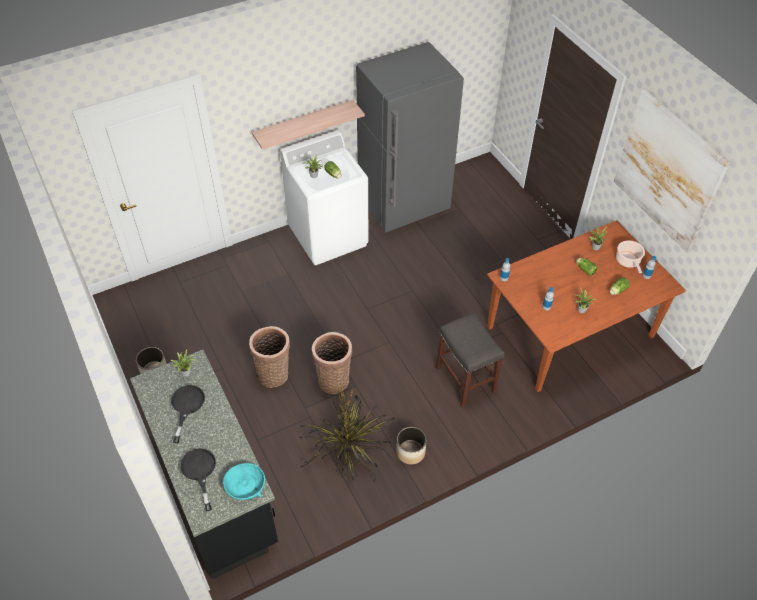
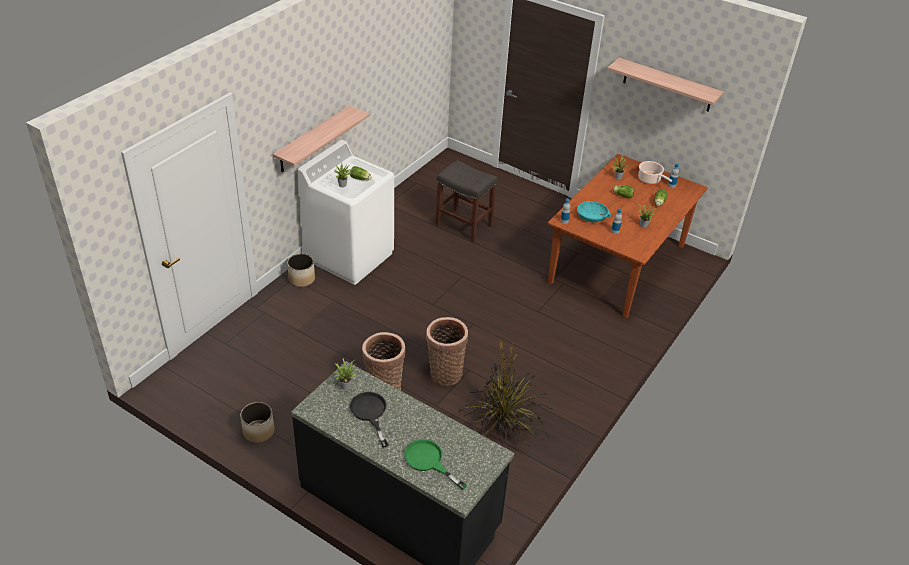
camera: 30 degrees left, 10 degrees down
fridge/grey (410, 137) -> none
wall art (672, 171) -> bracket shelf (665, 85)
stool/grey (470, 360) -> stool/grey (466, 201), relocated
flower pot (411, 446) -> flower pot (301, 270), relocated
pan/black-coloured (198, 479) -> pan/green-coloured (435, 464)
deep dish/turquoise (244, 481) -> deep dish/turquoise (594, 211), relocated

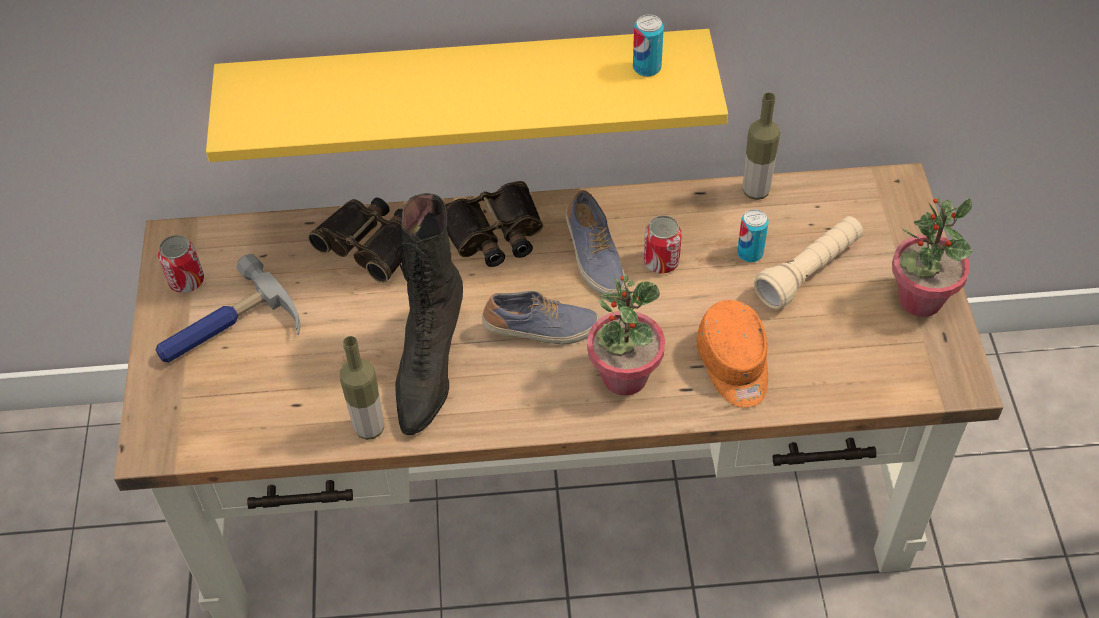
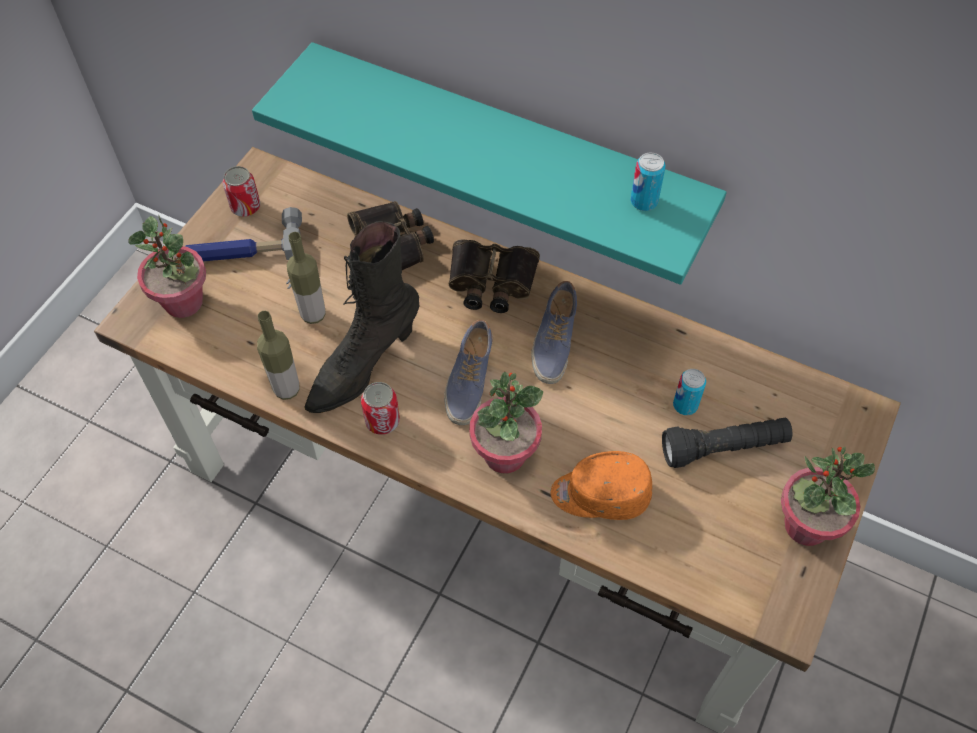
camera: 30 degrees right, 5 degrees up
bracket shelf/yellowish (467, 95) -> bracket shelf/turquoise (489, 163)
beverage bottle (761, 146) -> beverage bottle (306, 278), relocated
metal can (663, 244) -> metal can (380, 408), relocated
flashlight/sand-coloured (808, 262) -> flashlight/black-coloured (727, 442)
shoe (541, 318) -> shoe (468, 372), 75 degrees clockwise
peaked cap/orange (732, 354) -> peaked cap/orange (601, 485), 75 degrees clockwise
none -> houseplant (167, 267)

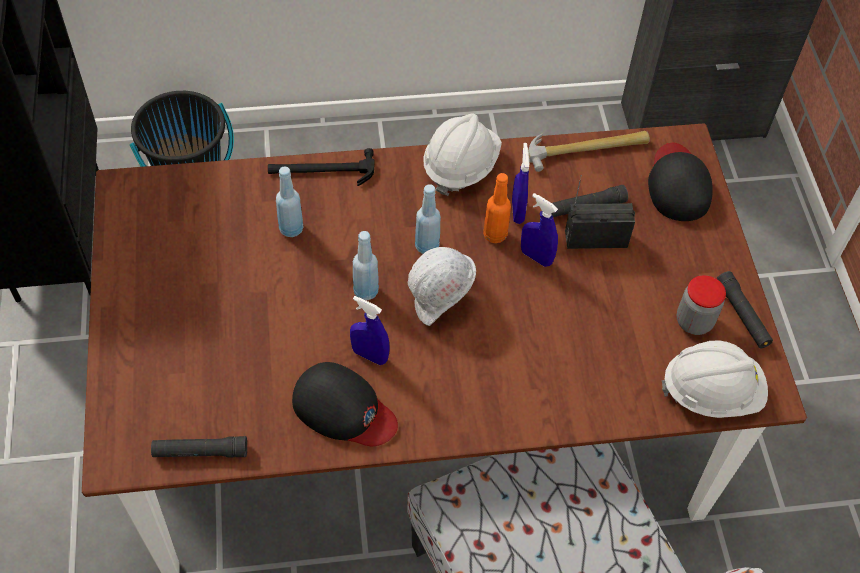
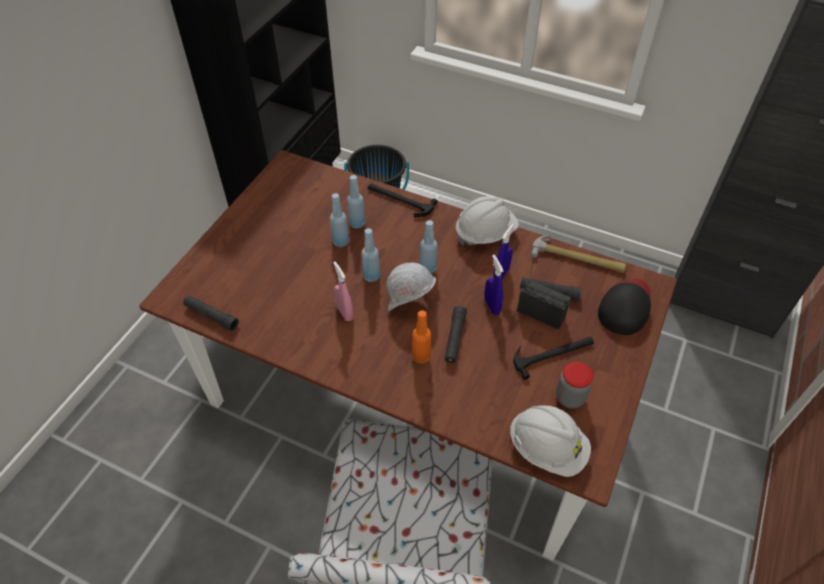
camera: 35 degrees right, 5 degrees down
beverage bottle/orange (497, 208) -> beverage bottle/orange (421, 337), relocated
flashlight/black-coloured (744, 309) -> flashlight/black-coloured (456, 334), relocated
spray bottle/blue-coloured (370, 330) -> spray bottle/pinkish (343, 291)
peaked cap/black-coloured (345, 404) -> none
none -> beverage bottle/blue-coloured (339, 220)
none -> hammer (553, 358)

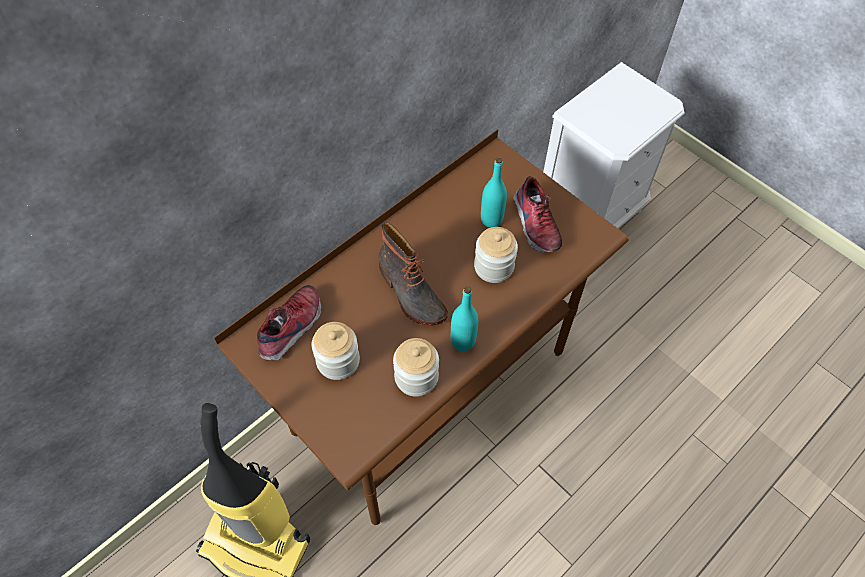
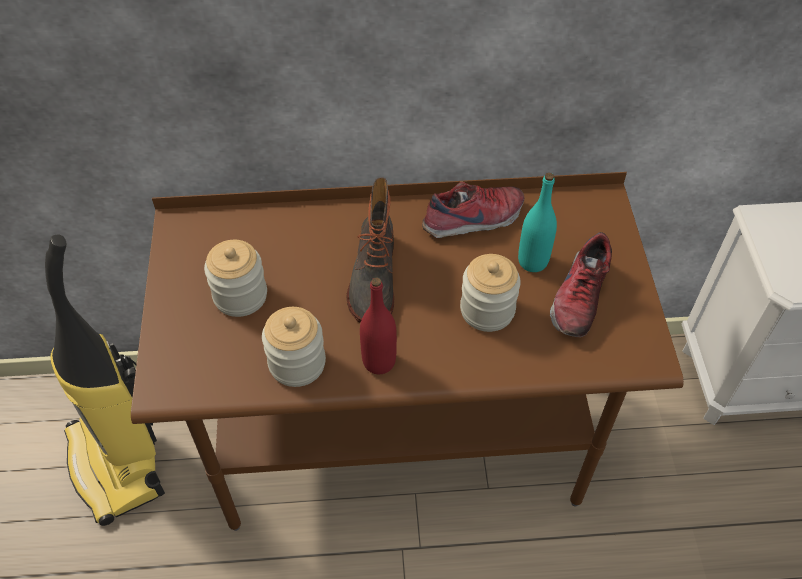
camera: 40 degrees right, 5 degrees down
shoe (289, 323) -> shoe (473, 210), relocated
beverage bottle/turquoise (464, 319) -> beverage bottle/red (378, 326)

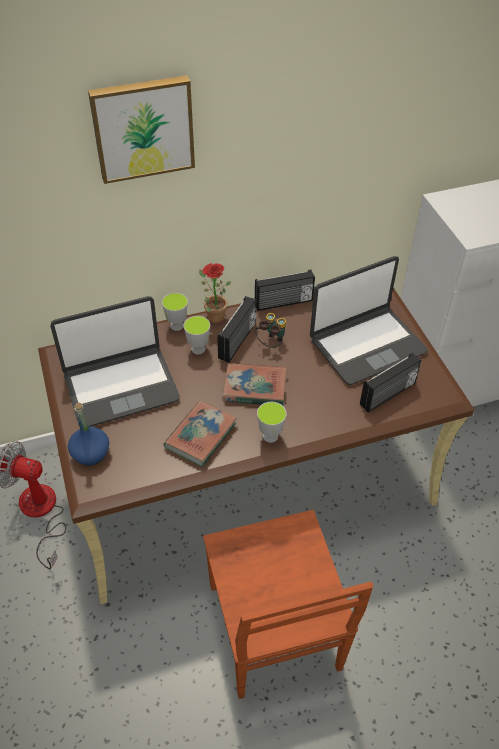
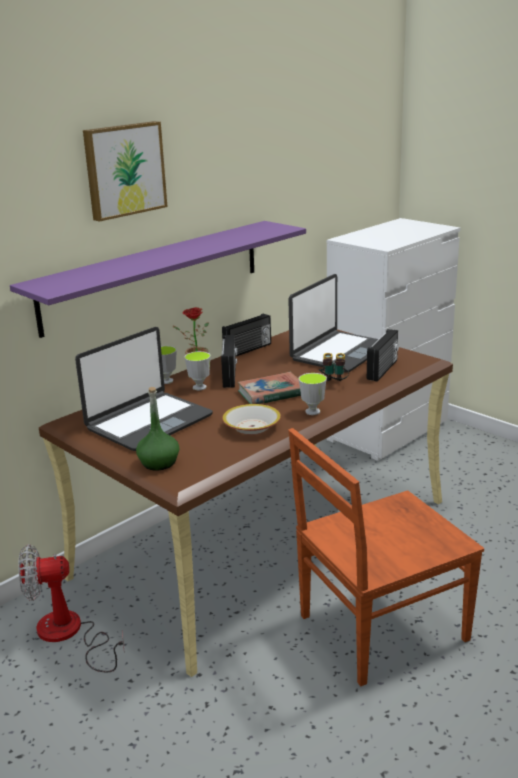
camera: 25 degrees left, 25 degrees down
field glasses (270, 330) -> field glasses (334, 367), relocated
volume (200, 433) -> deep dish (251, 419)
beverage bottle/blue-coloured (88, 434) -> beverage bottle/green-coloured (157, 428)
upright chair/brown-coloured (288, 604) -> upright chair/brown-coloured (386, 557), 105 degrees clockwise
none -> bracket shelf/purple-coloured (158, 279)

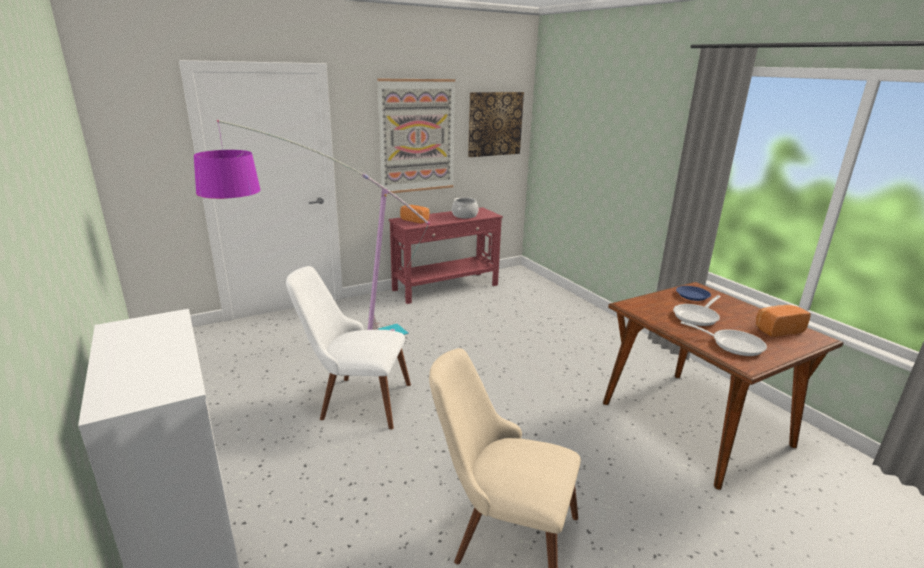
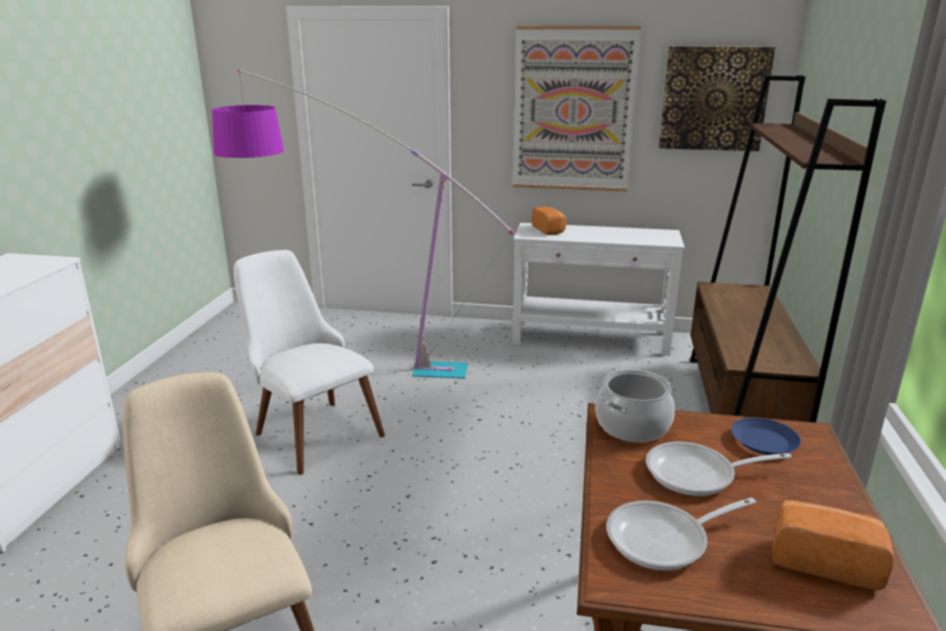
camera: 40 degrees right, 0 degrees up
cooking pot (465, 207) -> cooking pot (635, 406), relocated
narrow table/red (446, 255) -> narrow table/white (598, 289)
pan (724, 338) -> pan (681, 534), 90 degrees clockwise
none -> shelving unit/brown-coloured (788, 249)

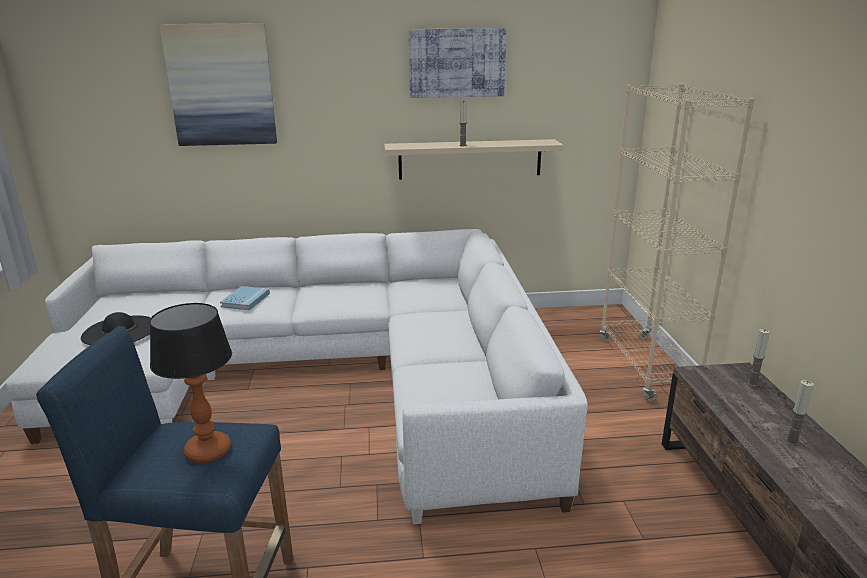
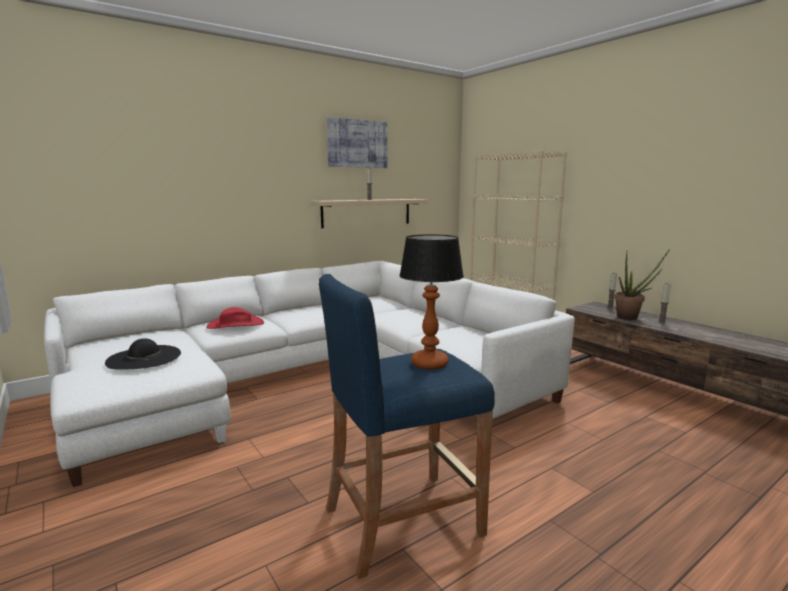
camera: 30 degrees left, 10 degrees down
wall art (218, 84) -> none
volume/blue-coloured (245, 298) -> wearable hat/red (235, 318)
none -> houseplant (642, 284)

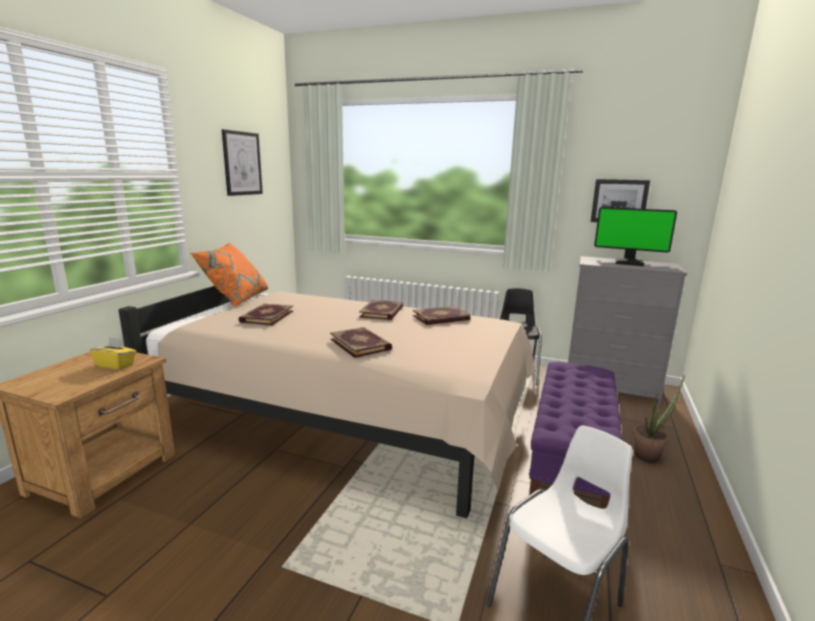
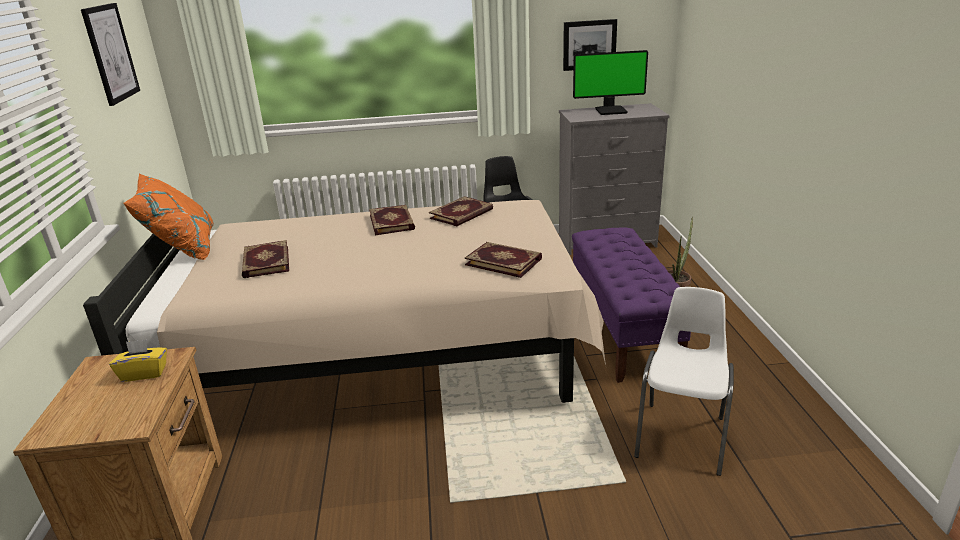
camera: 25 degrees left, 10 degrees up
volume (361, 342) -> volume (503, 260), relocated

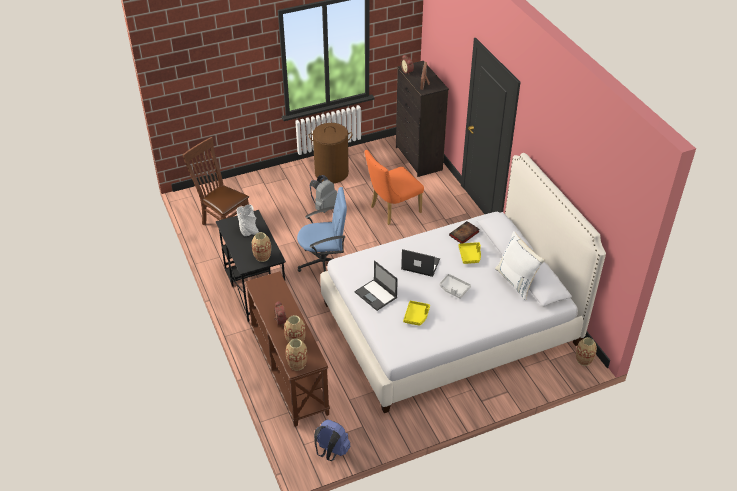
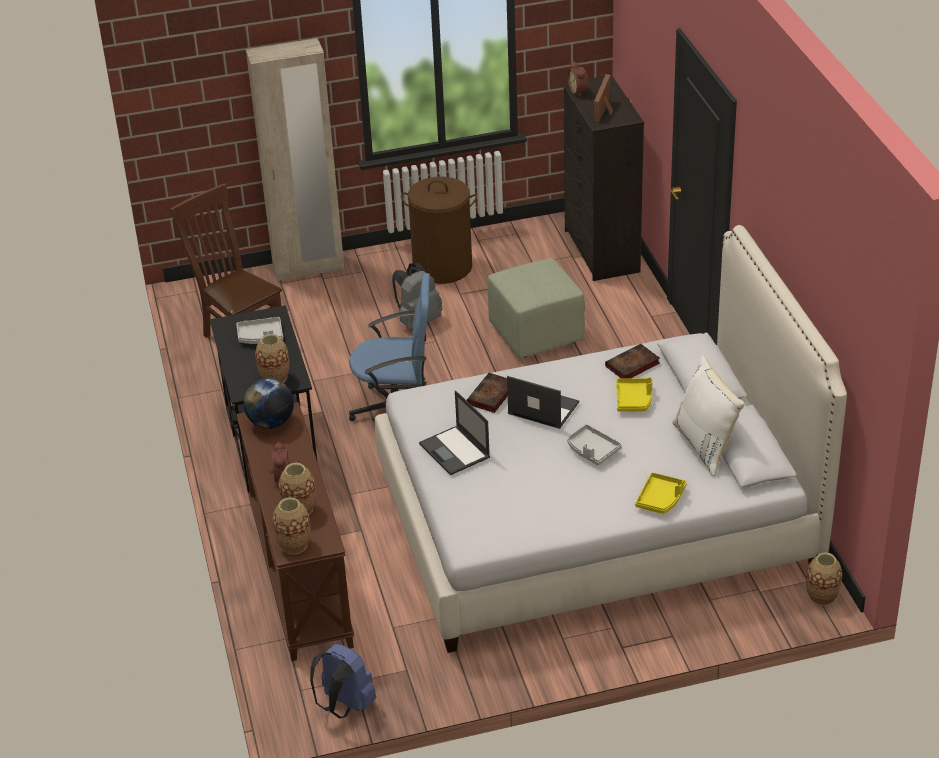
camera: 10 degrees right, 5 degrees down
upright chair/orange (394, 187) -> ottoman/green-coloured (536, 308)
decorative vase/grey (248, 220) -> tray/grey (259, 330)
tray/yellowish (416, 313) -> tray/yellowish (661, 493), relocated
none -> armoire/sand-coloured (295, 159)
none -> volume (487, 393)
none -> desk globe (268, 403)

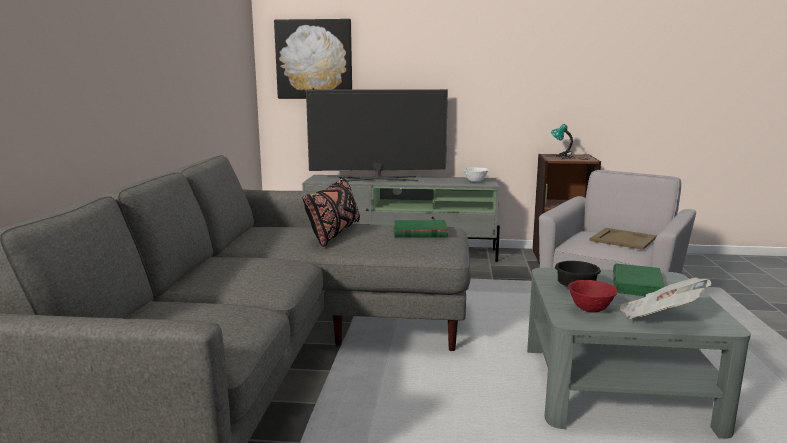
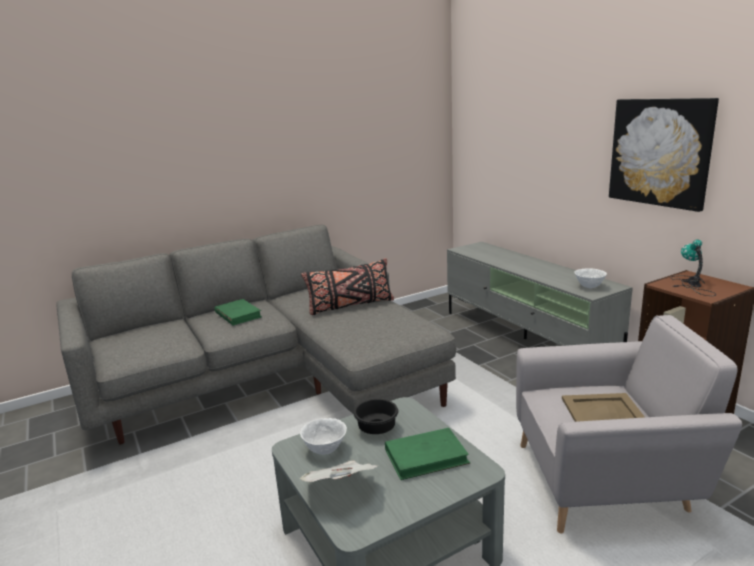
camera: 55 degrees right, 5 degrees up
wall art (313, 59) -> wall art (664, 155), relocated
TV set (377, 135) -> none
volume/green-coloured (420, 229) -> volume/green-coloured (238, 312), relocated
deep dish/red (593, 296) -> deep dish/white (323, 436)

